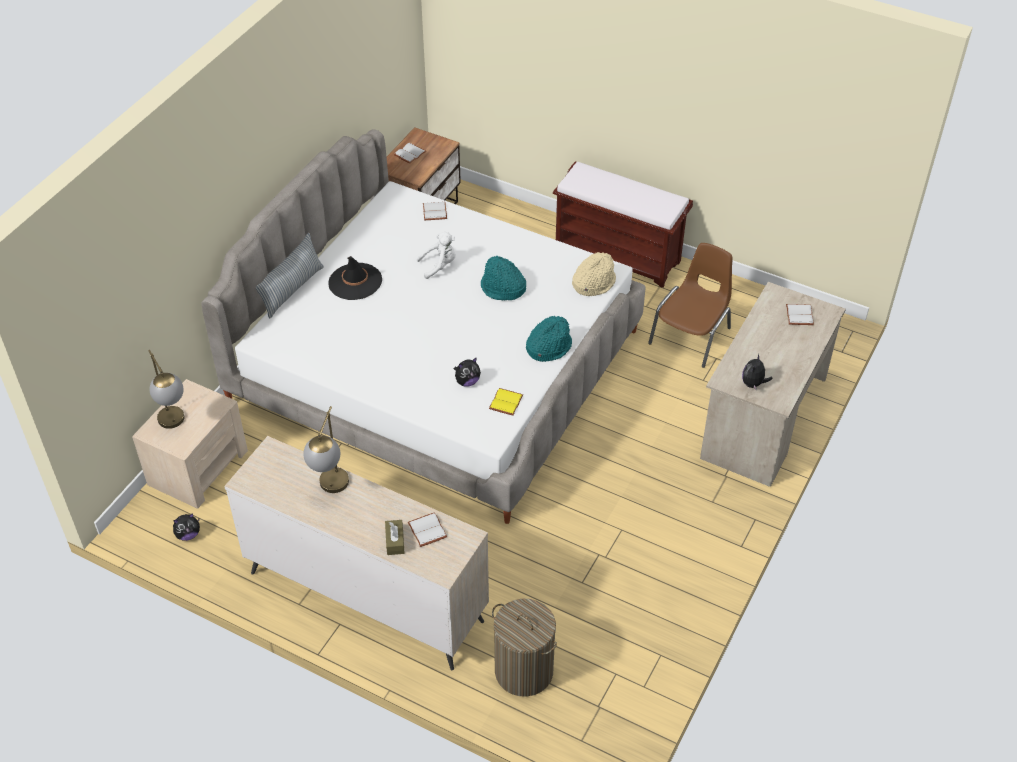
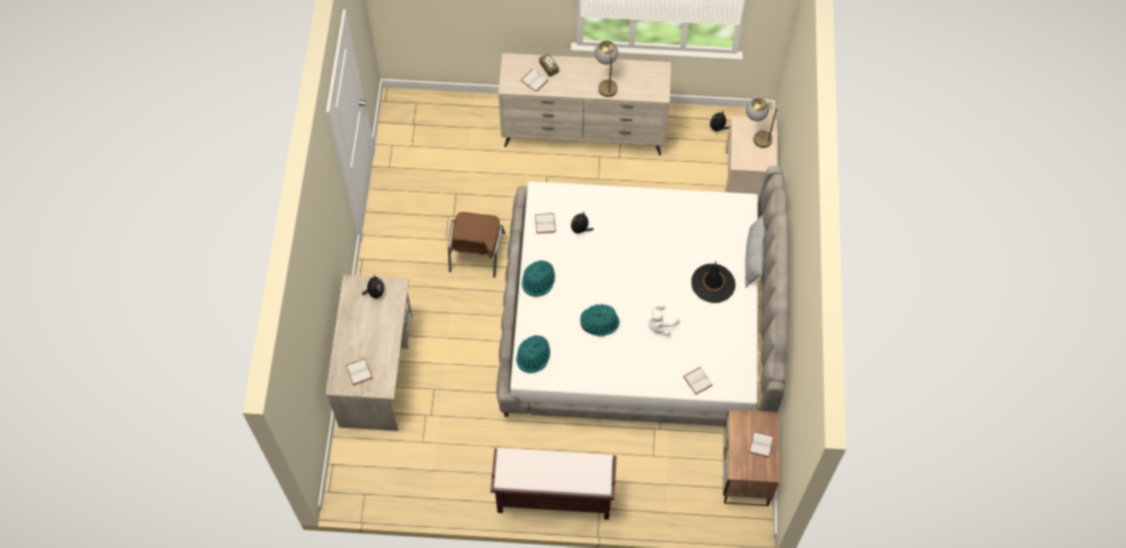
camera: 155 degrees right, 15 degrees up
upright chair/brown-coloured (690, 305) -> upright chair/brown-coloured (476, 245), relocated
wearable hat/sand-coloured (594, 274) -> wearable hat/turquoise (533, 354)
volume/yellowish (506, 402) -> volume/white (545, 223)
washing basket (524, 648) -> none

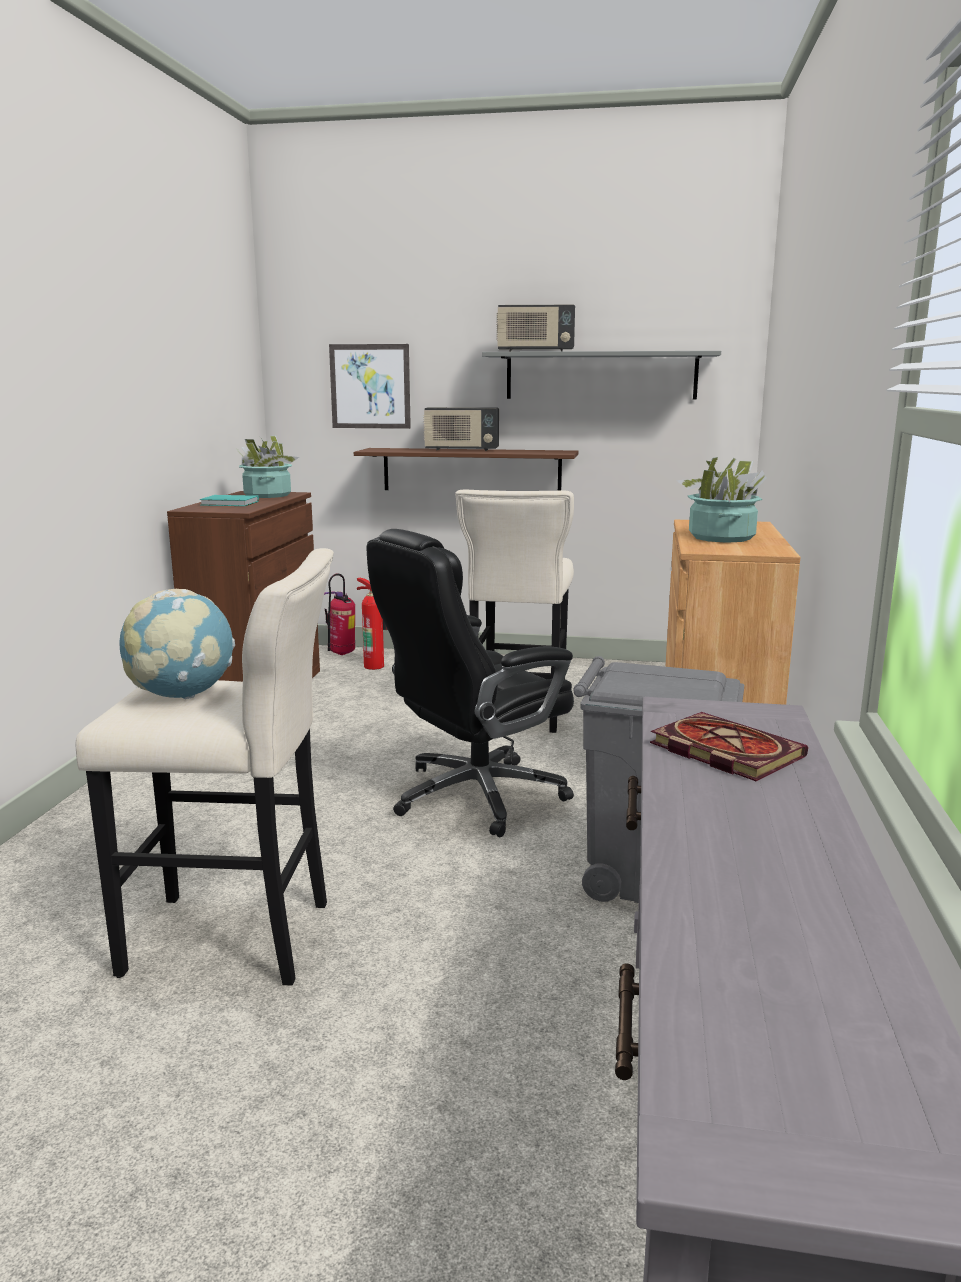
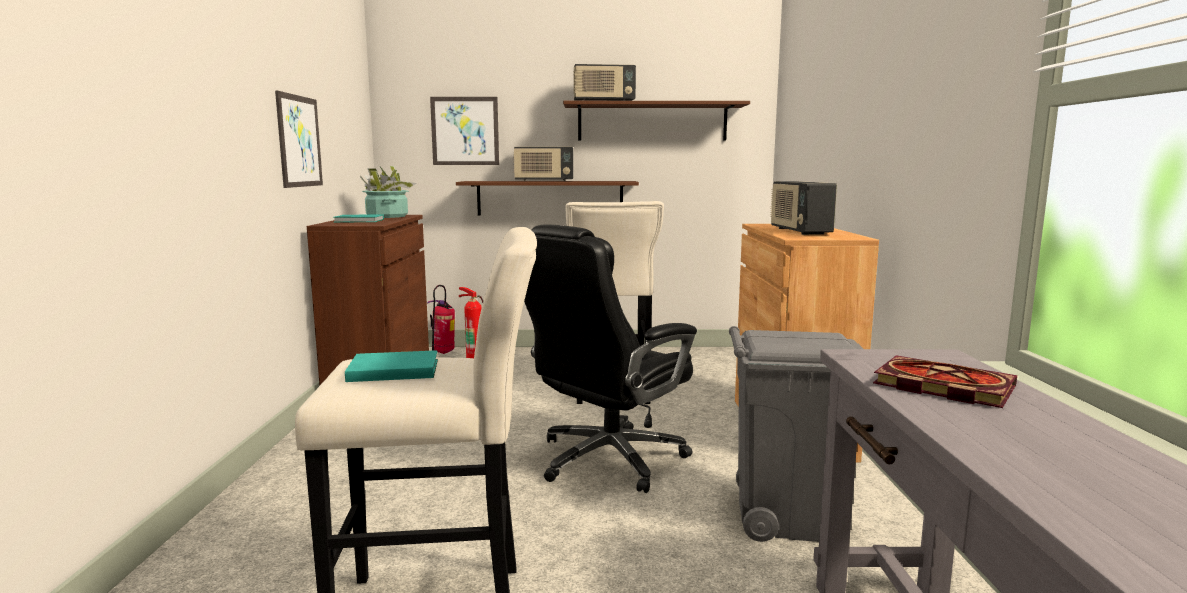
camera: 10 degrees left, 5 degrees down
bracket shelf/grey (601, 375) -> bracket shelf/brown-coloured (656, 121)
houseplant (721, 500) -> radio (803, 208)
desk globe (177, 644) -> volume/turquoise (391, 366)
none -> wall art (299, 139)

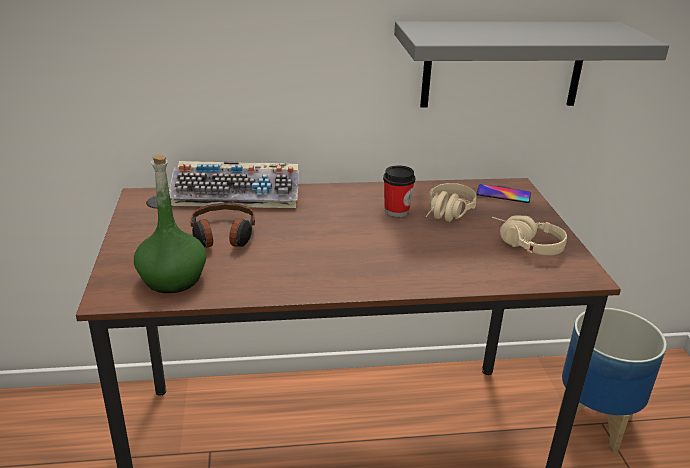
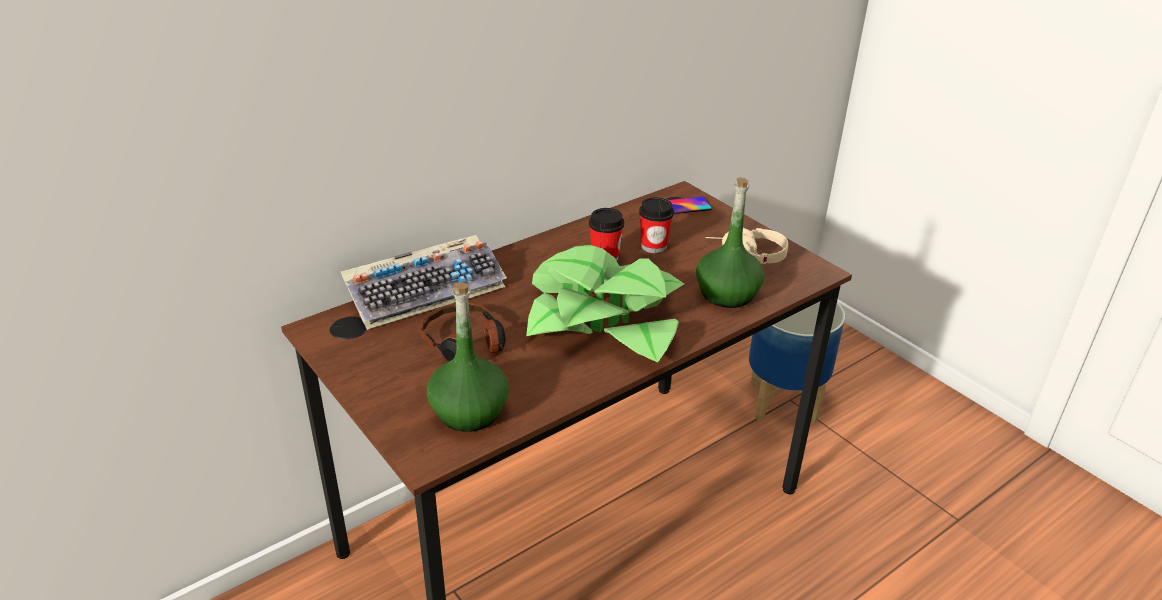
camera: 30 degrees left, 5 degrees up
bracket shelf/grey (531, 64) -> none
headphones/sand-coloured (451, 202) -> drinking cup (656, 225)
none -> beverage bottle/green-coloured (730, 242)
none -> houseplant (605, 304)

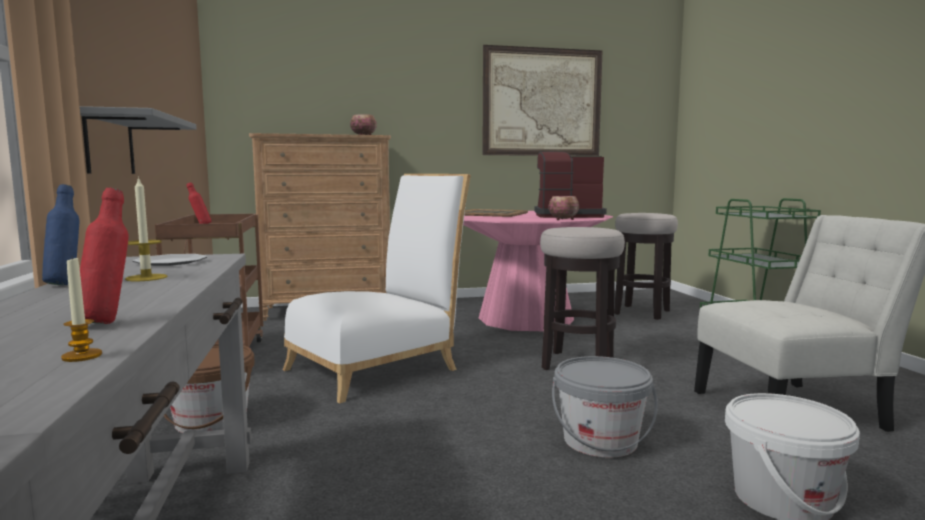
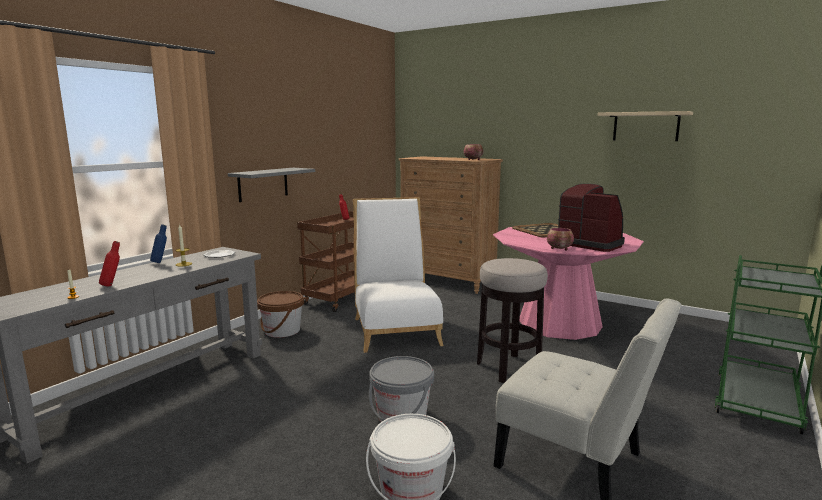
camera: 45 degrees right, 5 degrees up
wall art (542, 100) -> bracket shelf/sand-coloured (645, 126)
upright chair/white (377, 288) -> upright chair/white (398, 275), 105 degrees counterclockwise
stool (646, 266) -> none

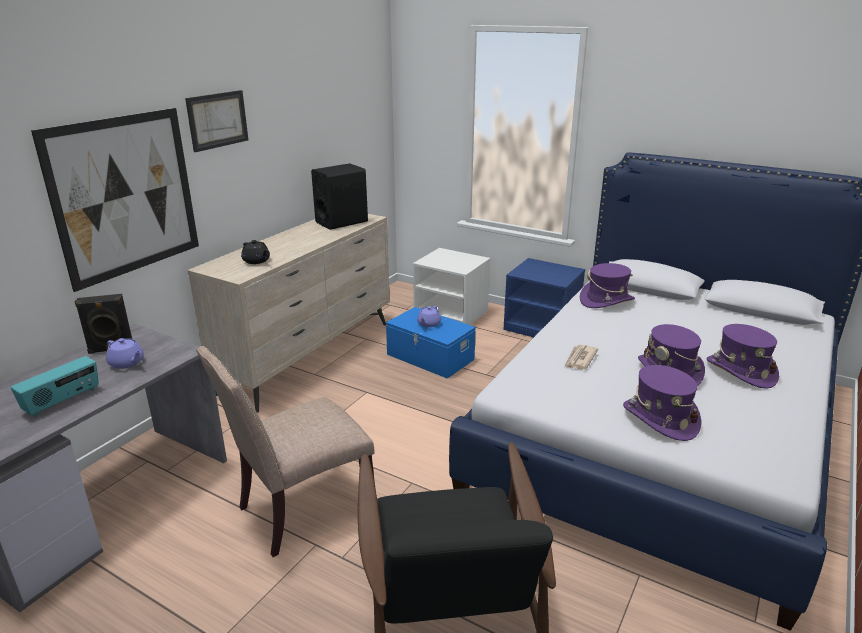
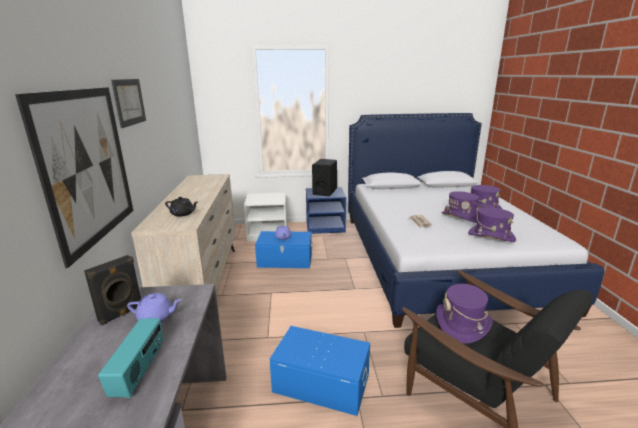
camera: 35 degrees left, 5 degrees down
audio speaker/black-coloured (339, 196) -> audio speaker/black-coloured (324, 177), relocated
wearable hat/purple-coloured (607, 285) -> wearable hat/purple-coloured (464, 314), relocated
upright chair/sand-coloured (286, 451) -> storage box/blue-coloured (320, 371)

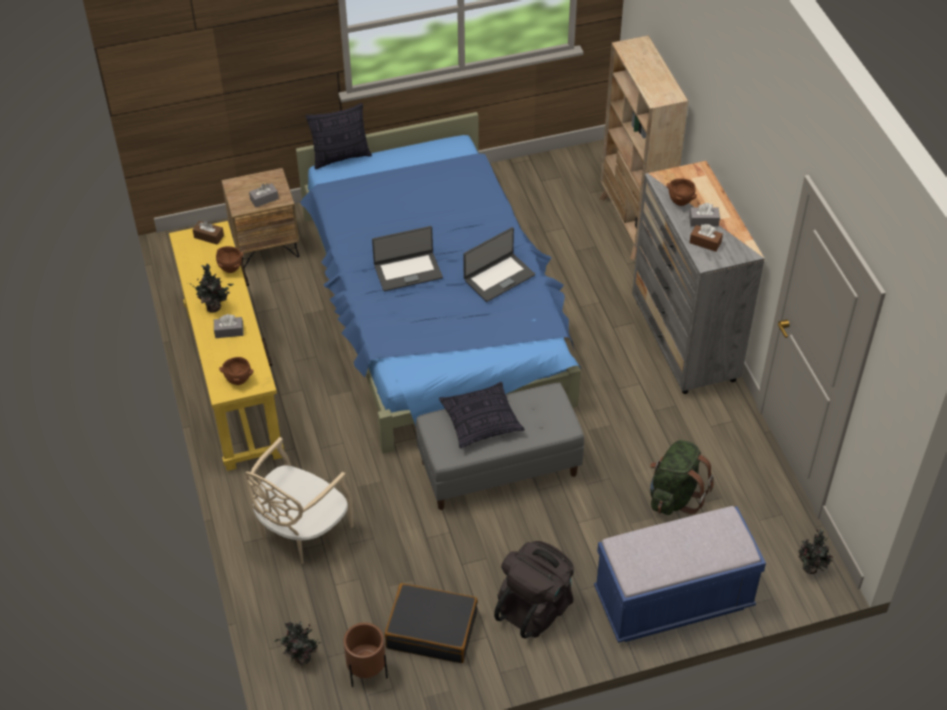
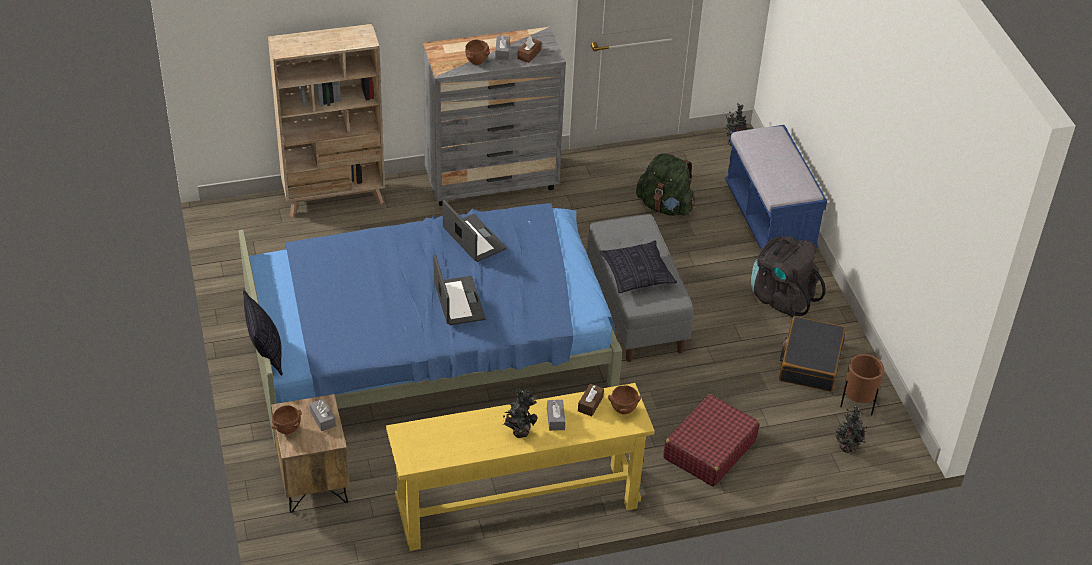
camera: 90 degrees left, 5 degrees down
box of tissues/brown-coloured (208, 233) -> box of tissues/brown-coloured (591, 400), relocated
deep dish/brown-coloured (229, 259) -> deep dish/brown-coloured (286, 420), relocated
upright chair/sand-coloured (299, 500) -> piece of luggage/red (711, 440)

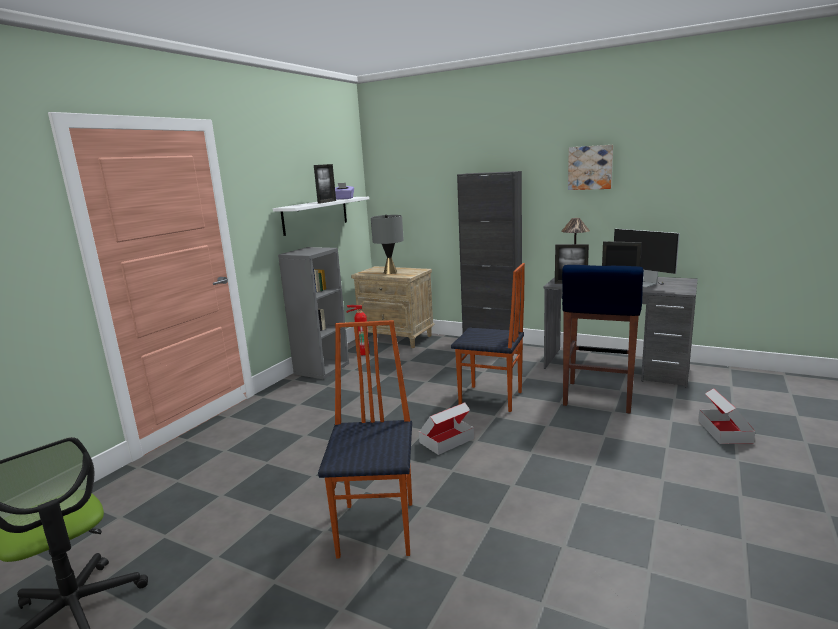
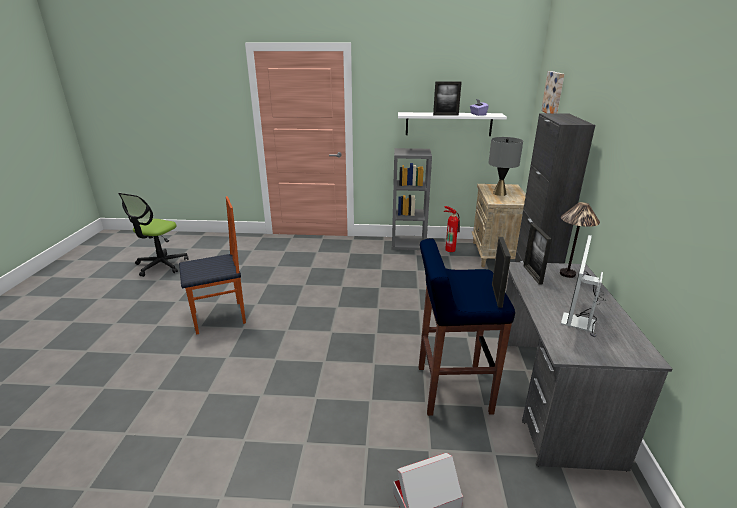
camera: 65 degrees right, 10 degrees up
wall art (590, 167) -> wall art (552, 92), relocated
upright chair (488, 337) -> none
carton (446, 429) -> none

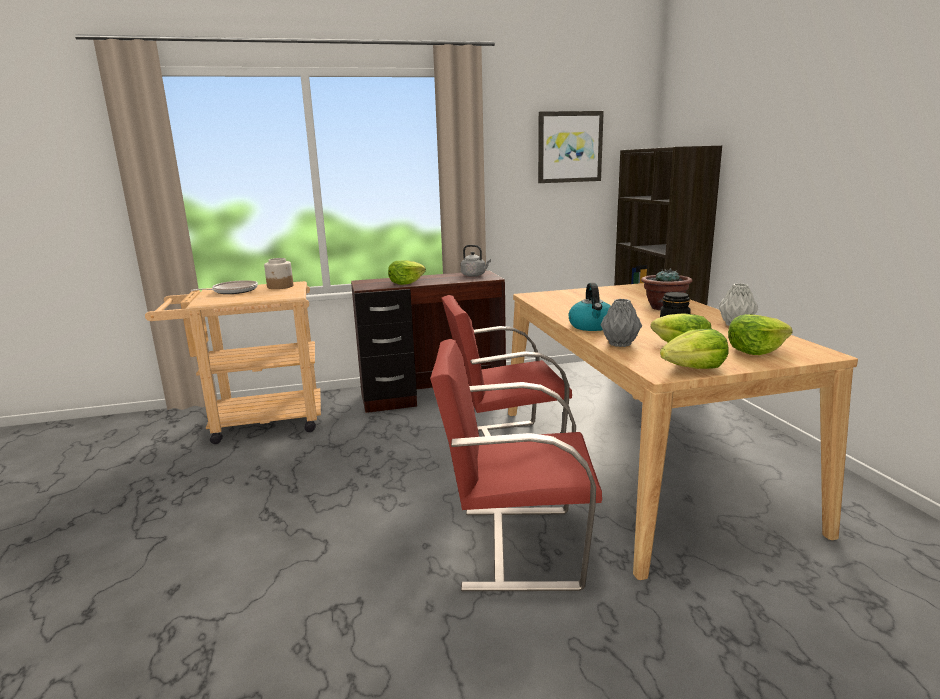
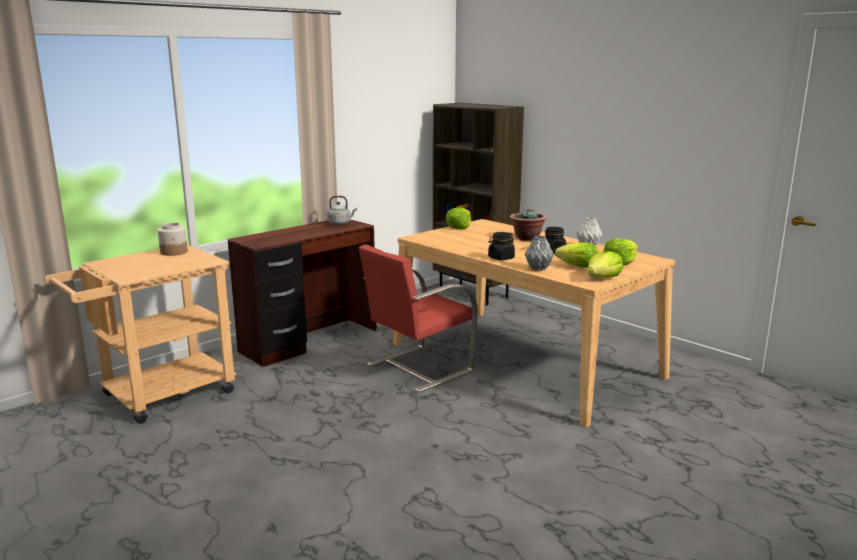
camera: 30 degrees left, 0 degrees up
wall art (571, 147) -> none
lettuce head (407, 272) -> lettuce head (458, 218), relocated
pan (224, 287) -> none
kettle (590, 307) -> preserve jar/black-coloured (501, 246)
upright chair/red (516, 465) -> none

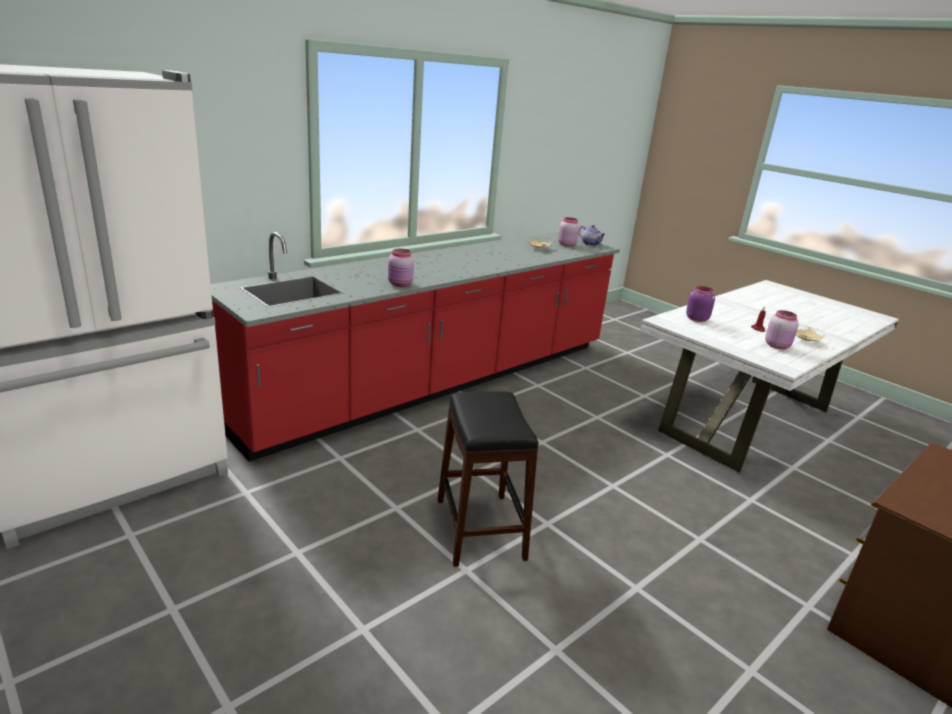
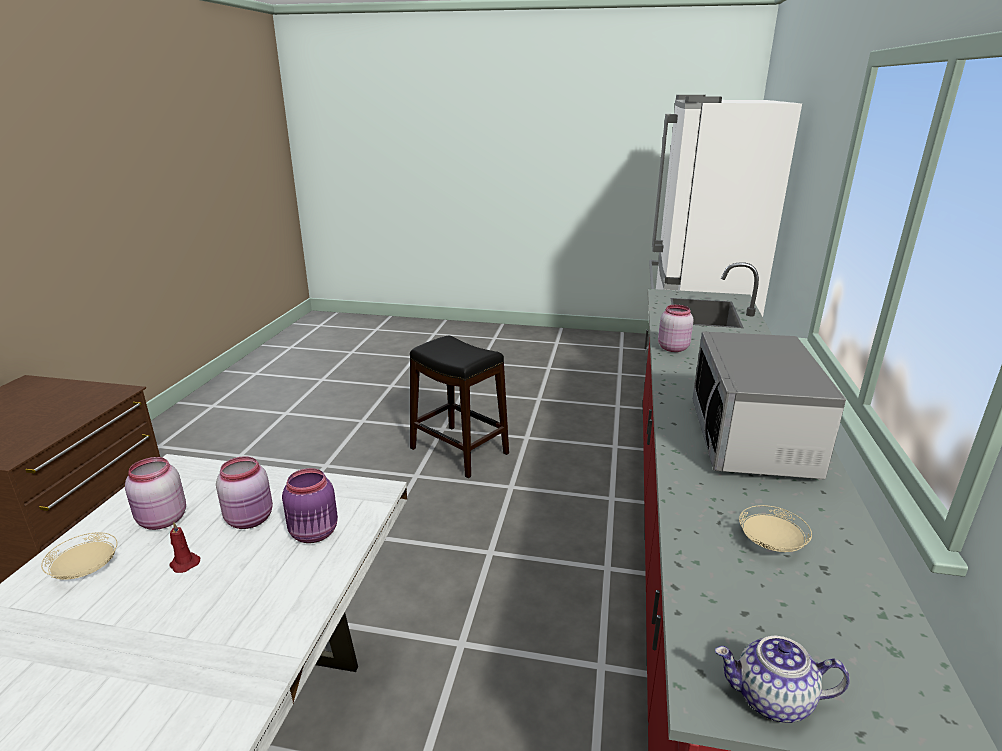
camera: 145 degrees right, 0 degrees up
preserve jar/pinkish (568, 231) -> preserve jar/pinkish (244, 492), relocated
none -> microwave (769, 405)

